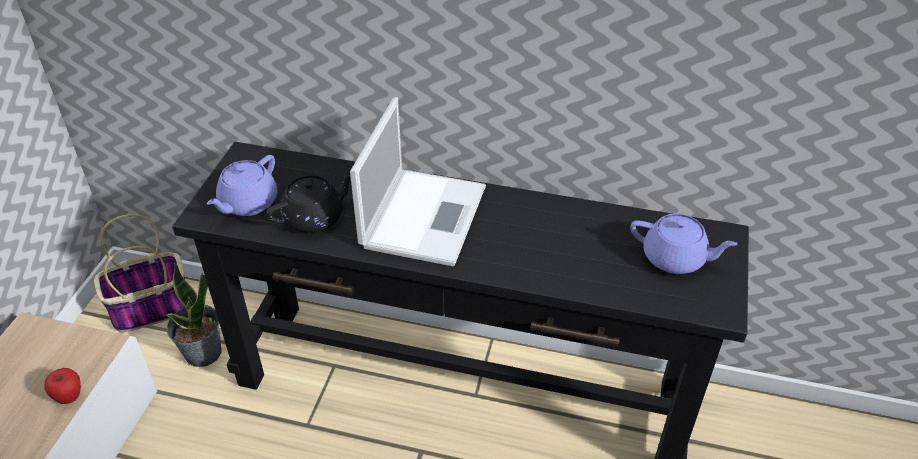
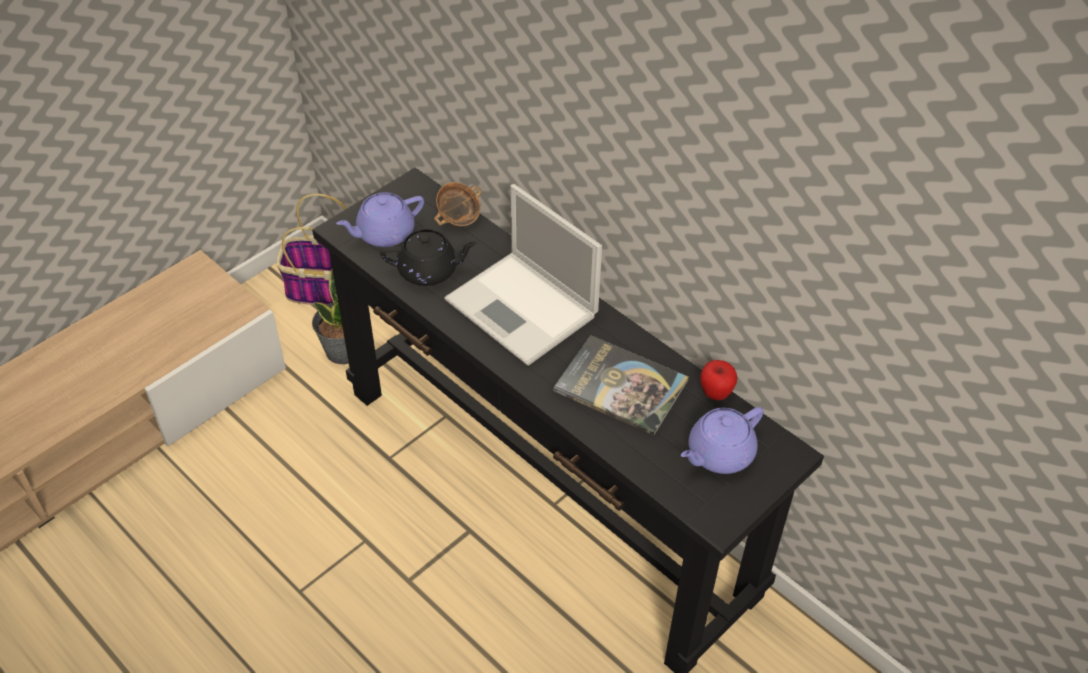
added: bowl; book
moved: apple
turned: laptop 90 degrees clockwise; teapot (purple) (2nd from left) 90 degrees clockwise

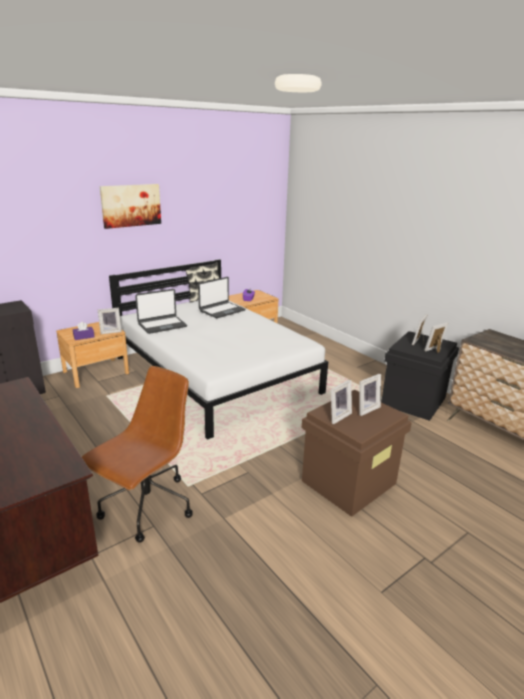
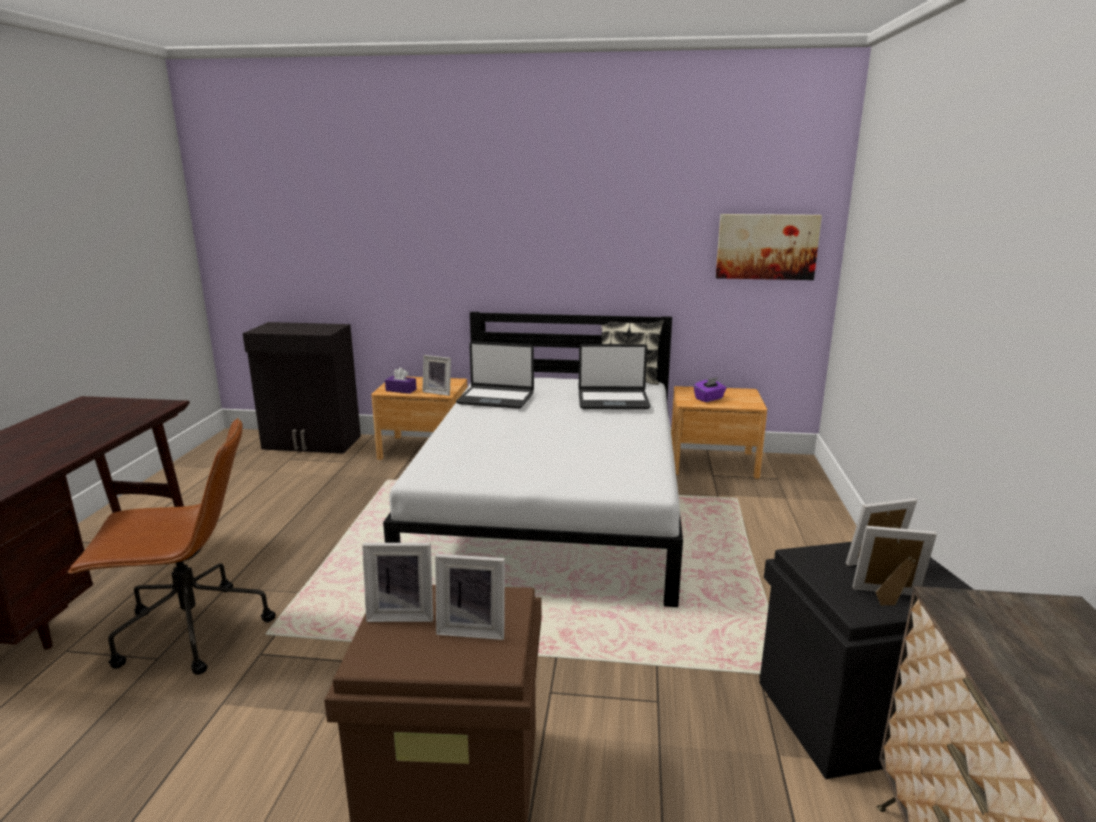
moved: picture

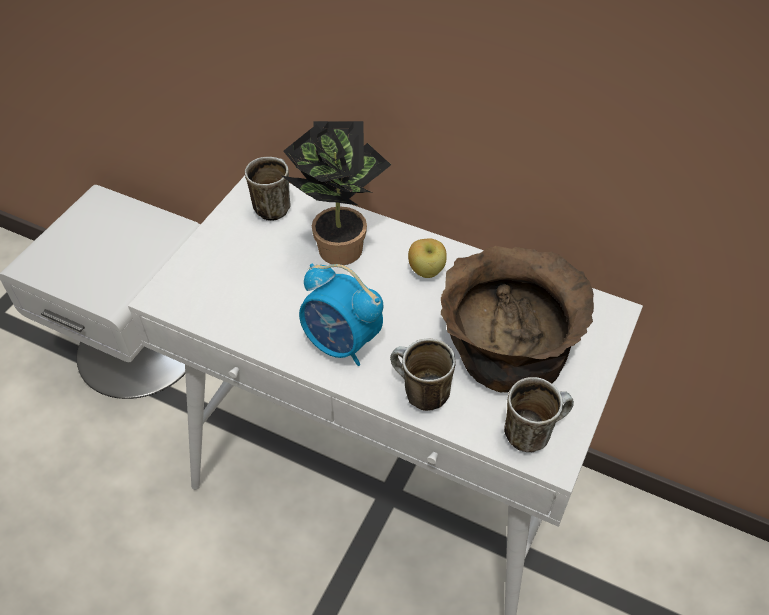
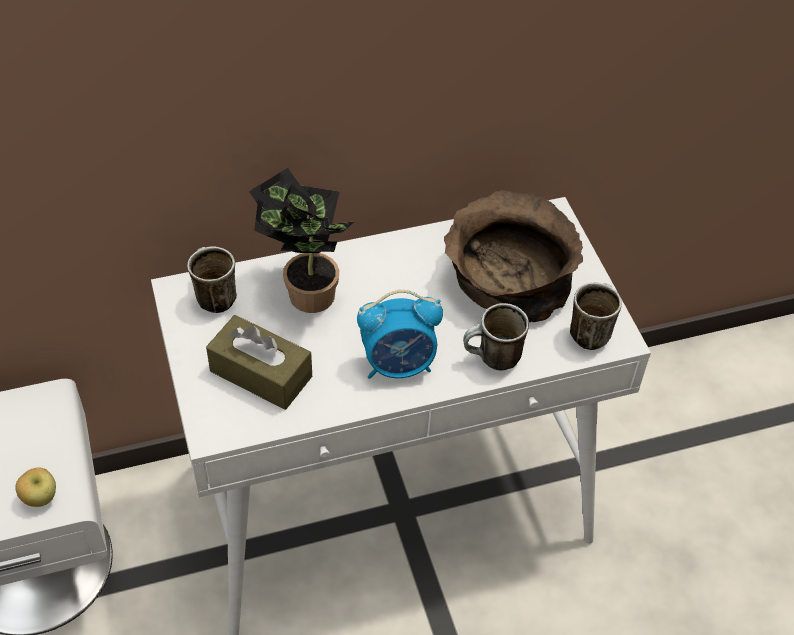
added: tissue box (brown)
moved: apple

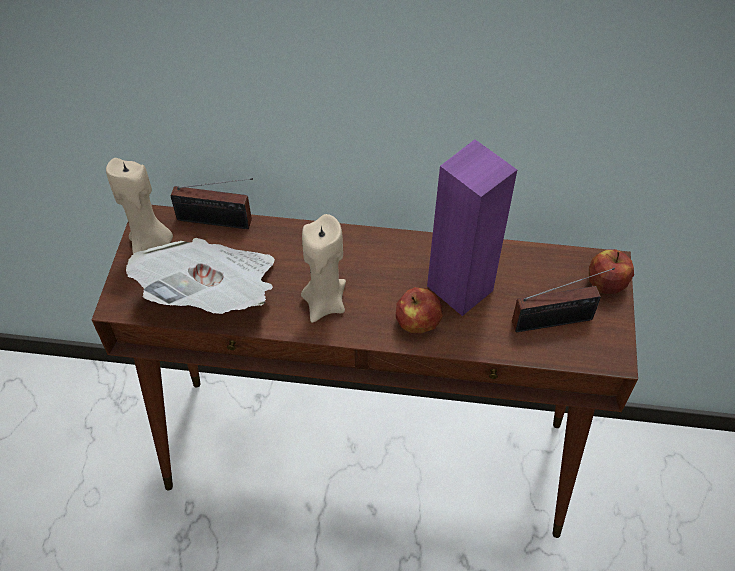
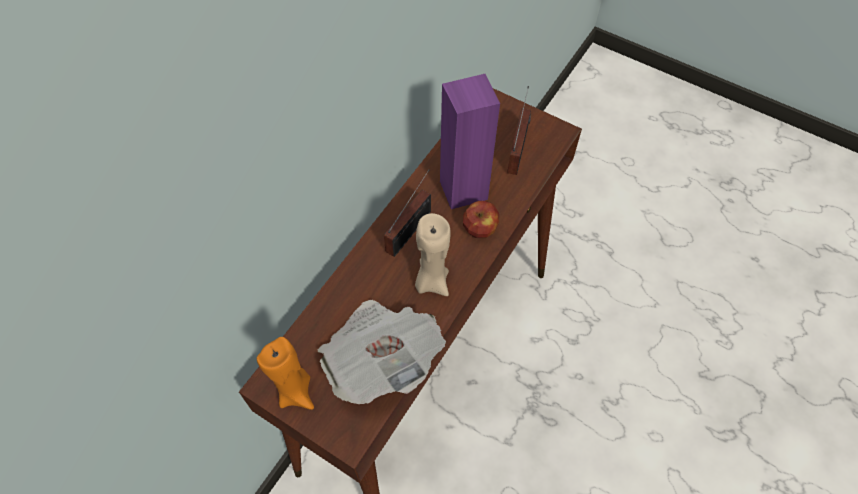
removed: apple (2nd from left)
moved: radio (1st from left)
recoloured: candle (beige) (1st from left) to candle (orange)

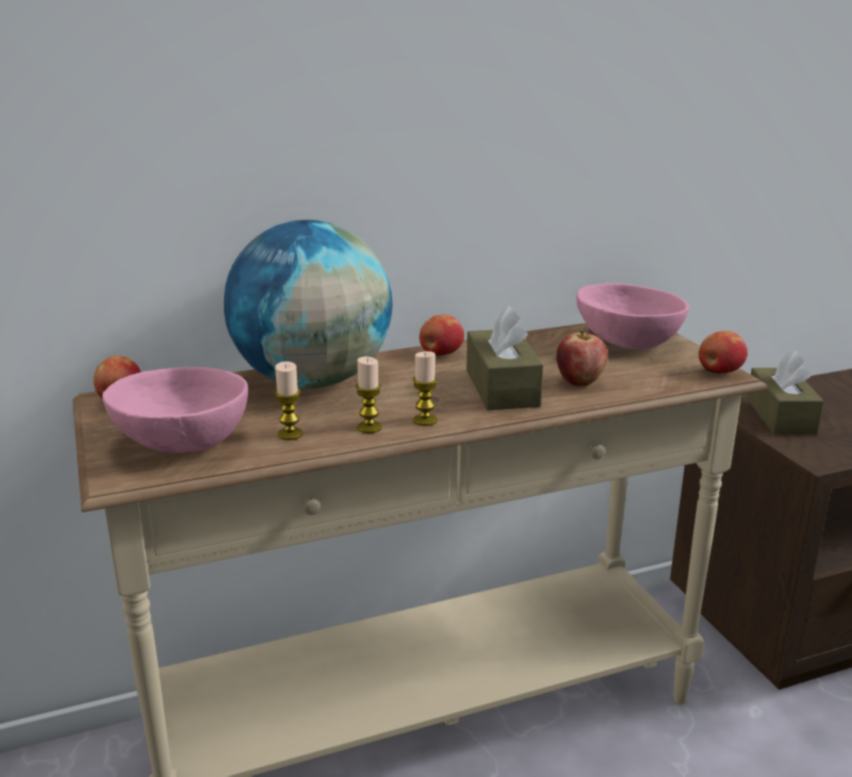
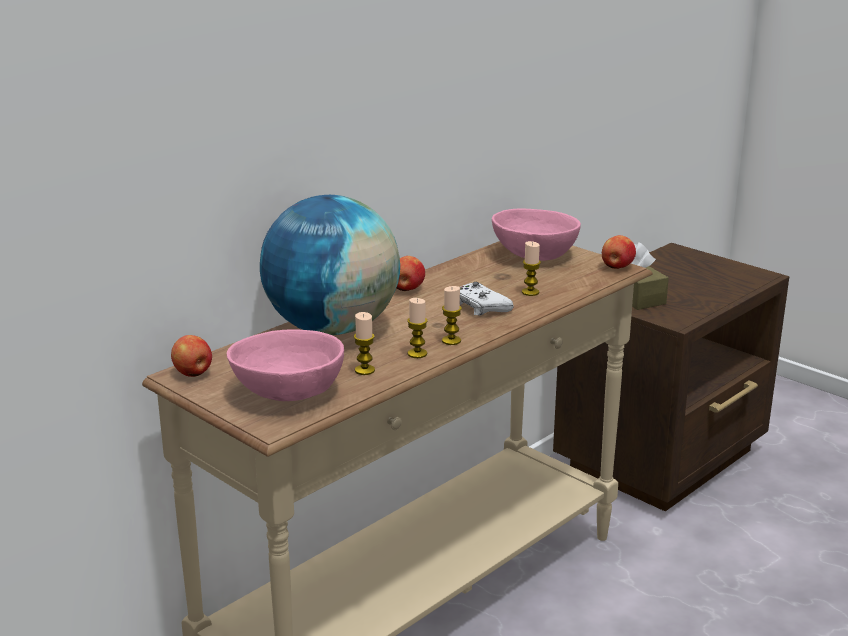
replaced: tissue box (brown) (1st from left) to game controller (white); apple (3rd from left) to candle (4th from left)

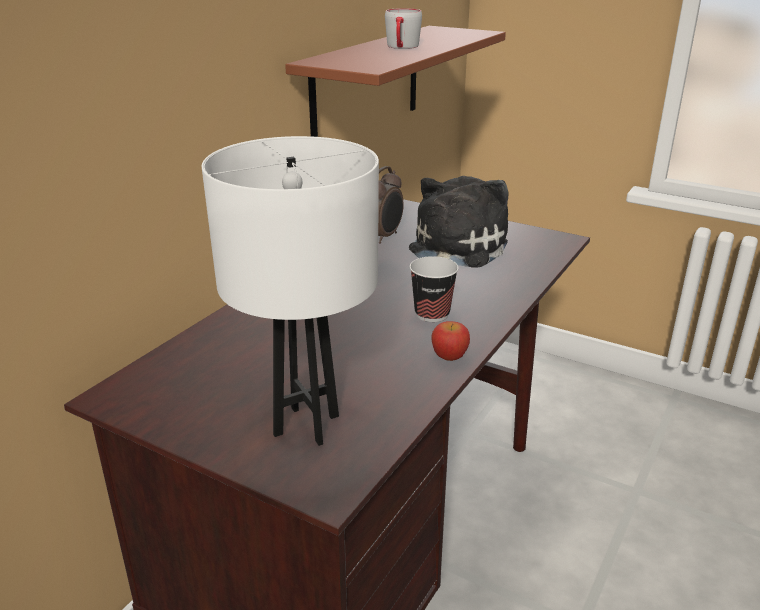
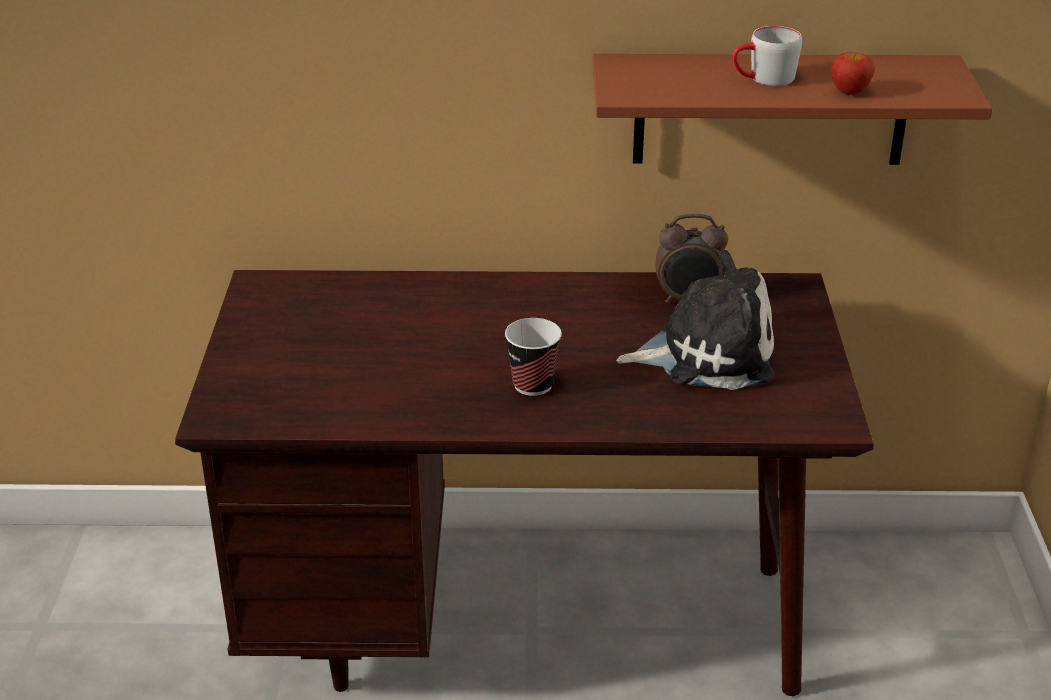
removed: table lamp (white)
moved: apple

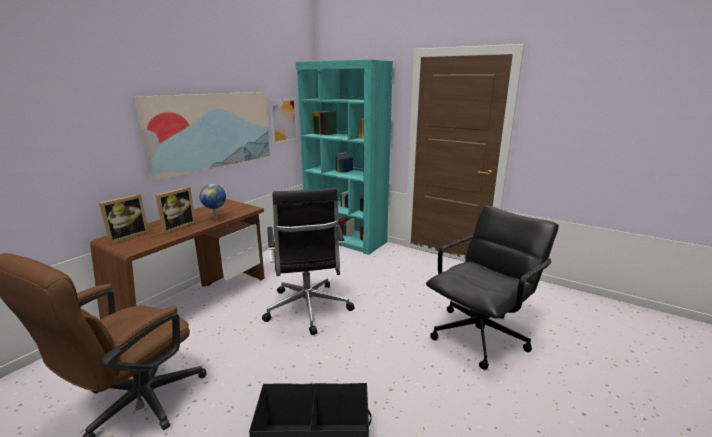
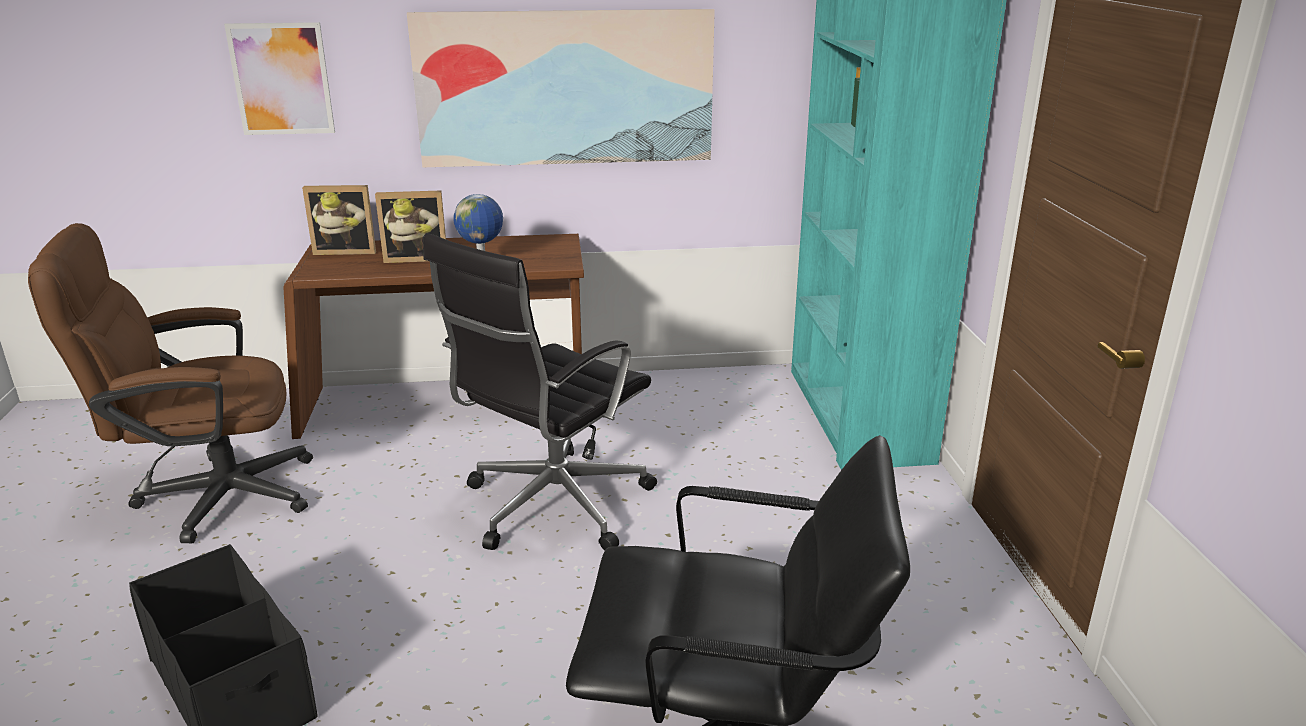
moved: picture (2nd from left in the first image) to picture (1st from left)

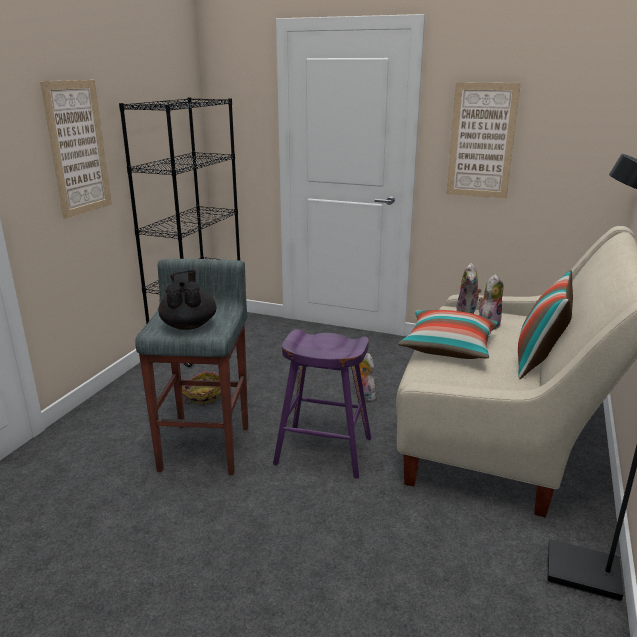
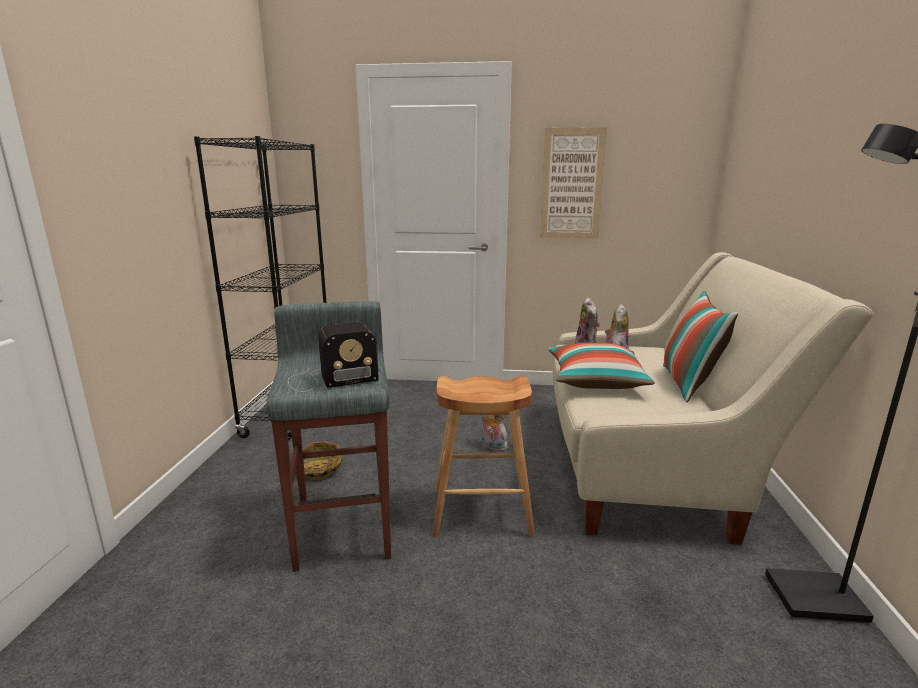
removed: picture (1st from left)
replaced: teapot (black) to radio
recoloured: stool (purple) to stool (brown)

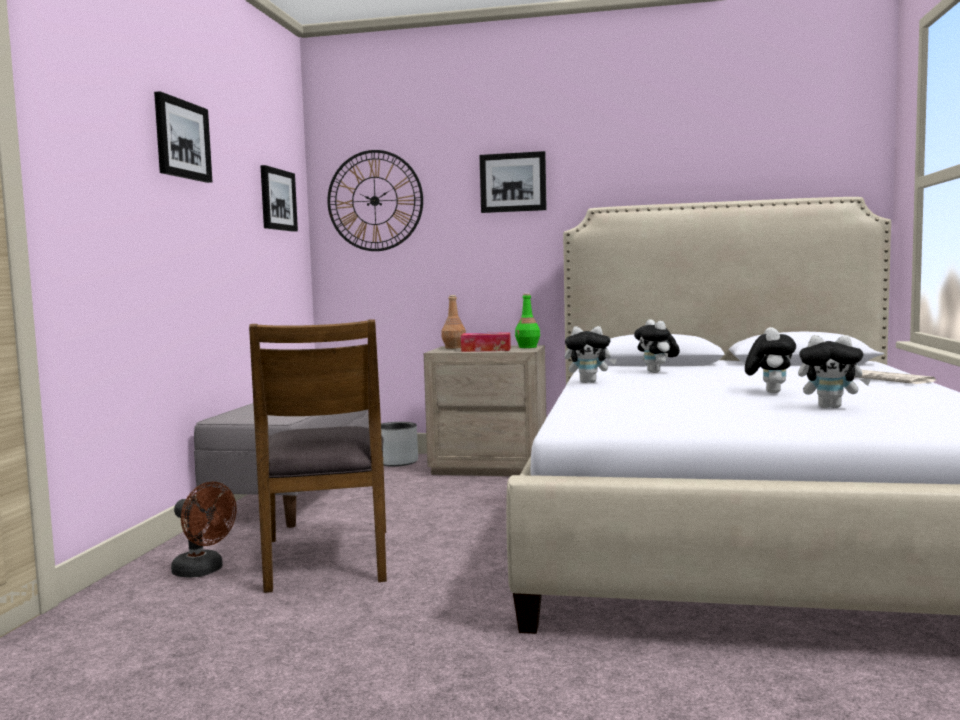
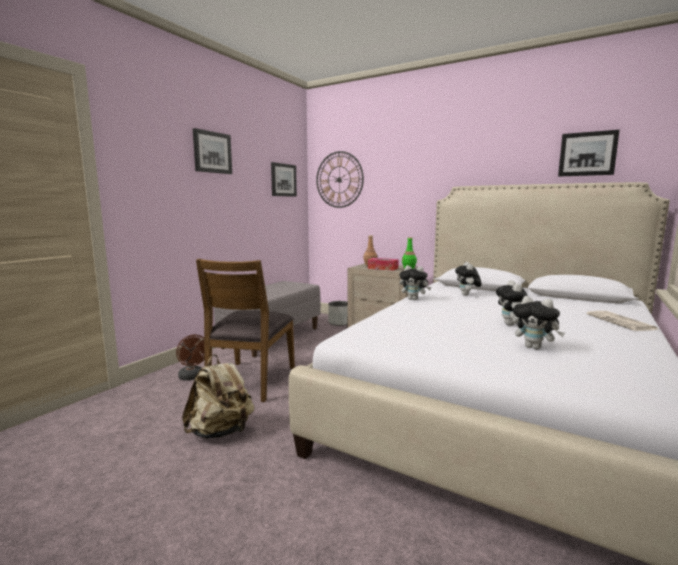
added: backpack (beige)
moved: picture (3rd from left)
turned: plush toy (3rd from left) 150 degrees clockwise

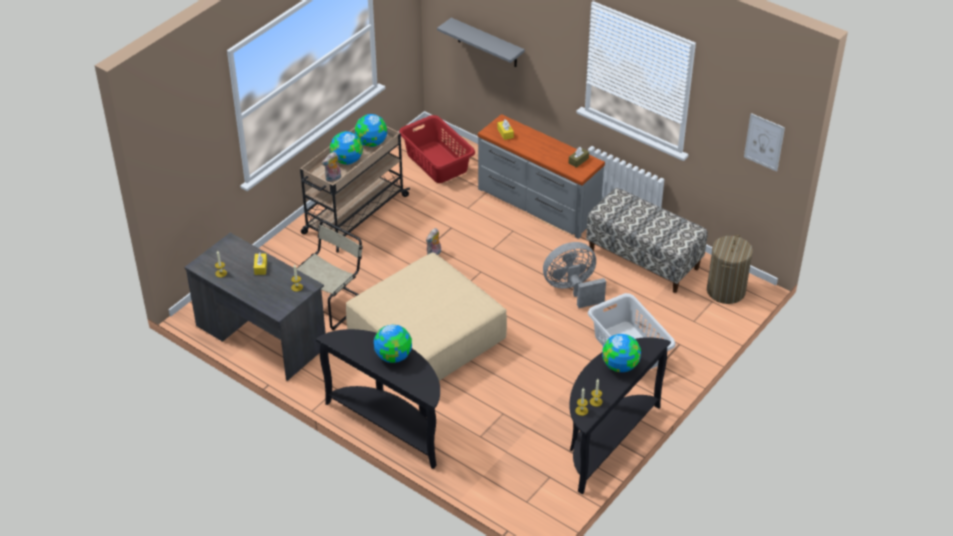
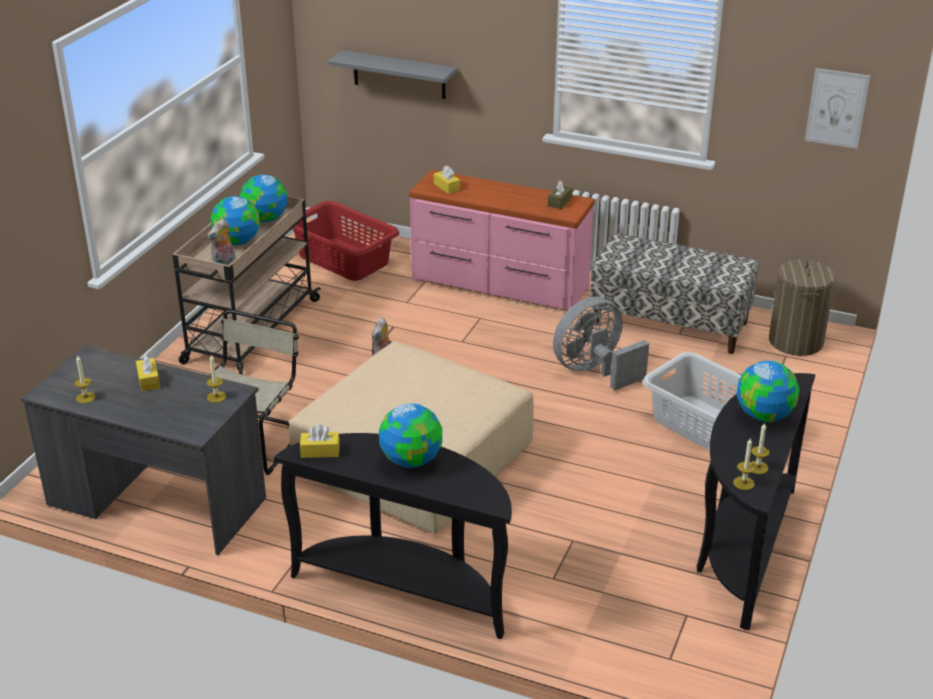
added: tissue box (yellow) (2nd from left)
recoloured: dresser (grey) to dresser (pink)

